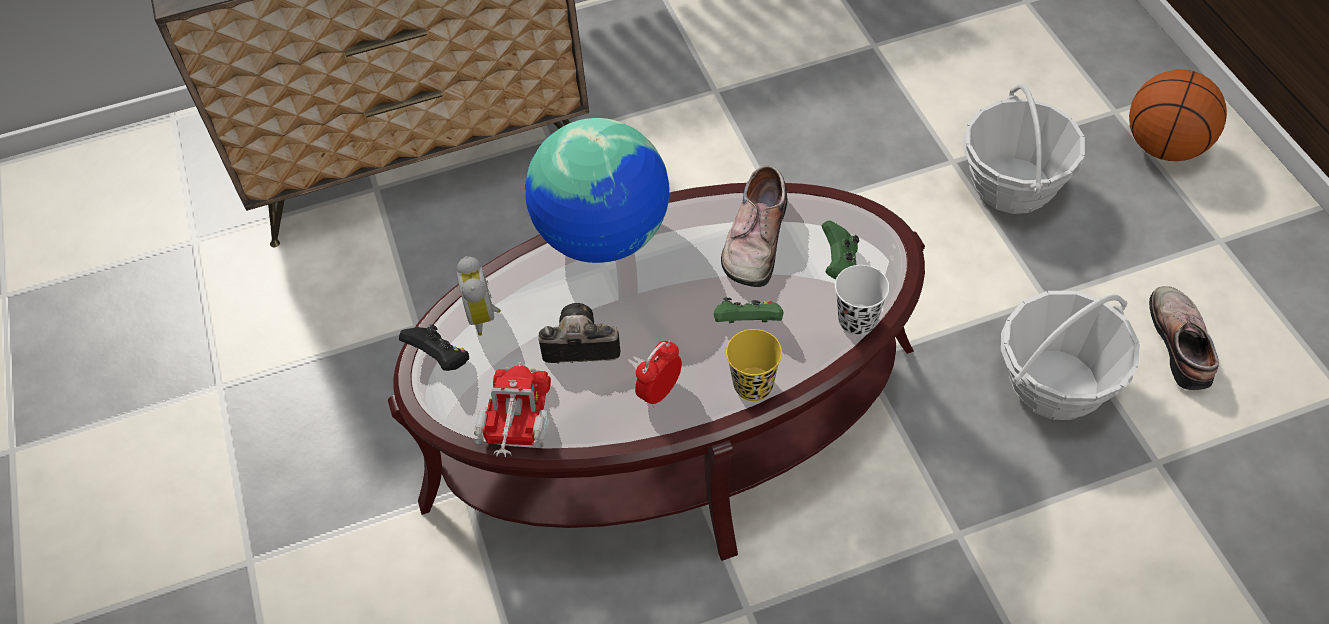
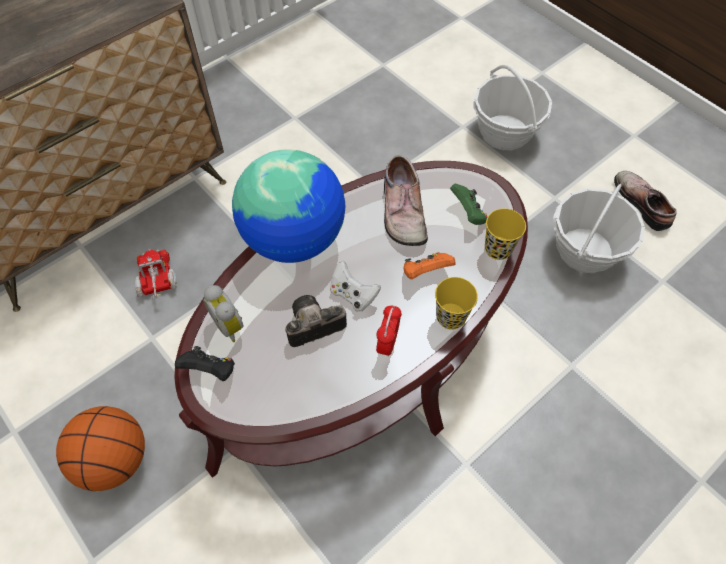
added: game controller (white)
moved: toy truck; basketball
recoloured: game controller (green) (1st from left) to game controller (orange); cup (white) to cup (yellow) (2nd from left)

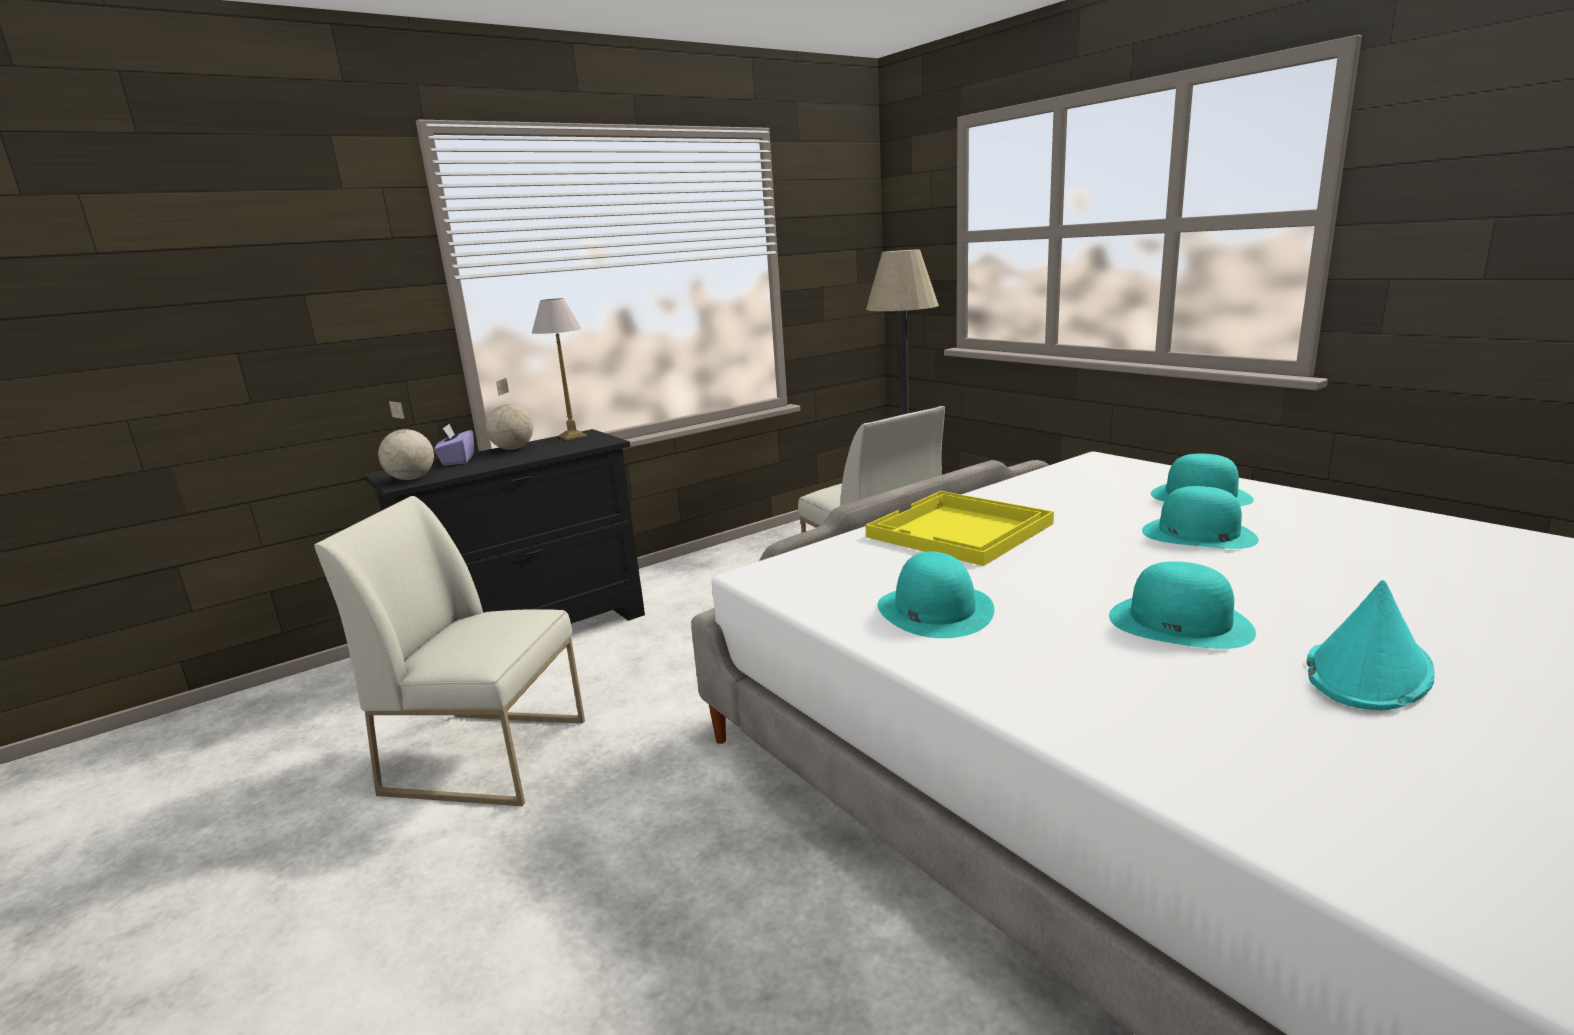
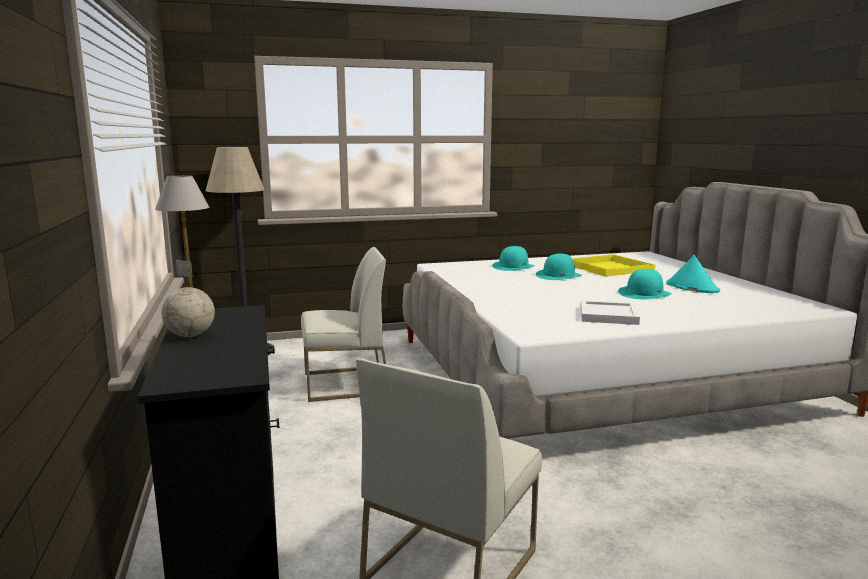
removed: globe (1st from left); tissue box (purple)
moved: tray (yellow)
replaced: hat (turquoise) (1st from left) to tray (white)

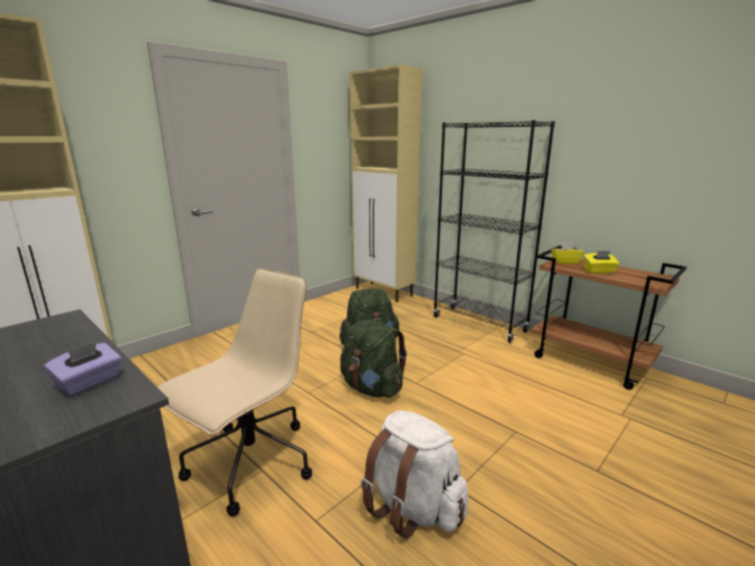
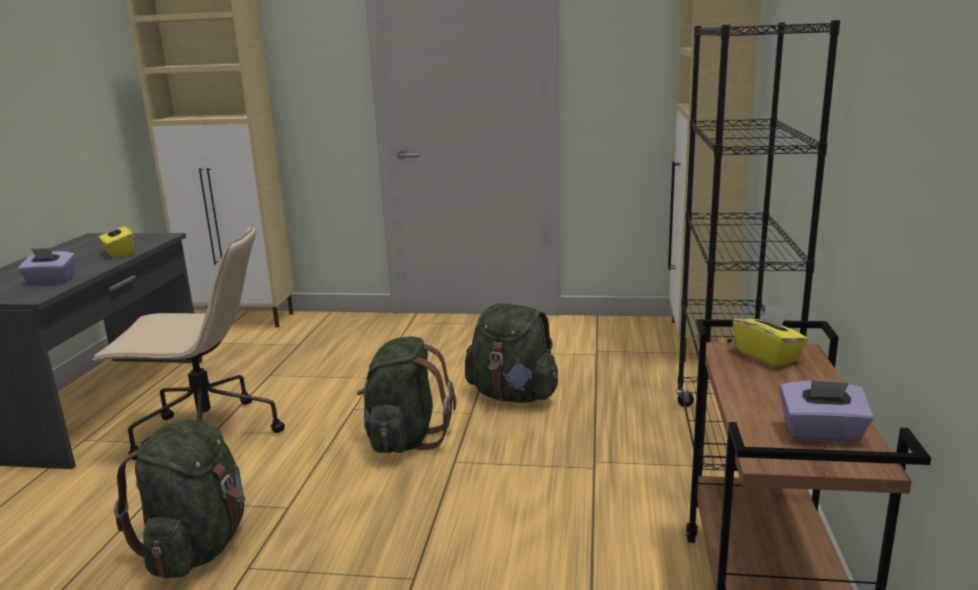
added: tissue box (purple) (2nd from left)
moved: tissue box (yellow) (2nd from left in the first image) to tissue box (yellow) (1st from left)
recoloured: backpack (white) to backpack (green) (1st from left)

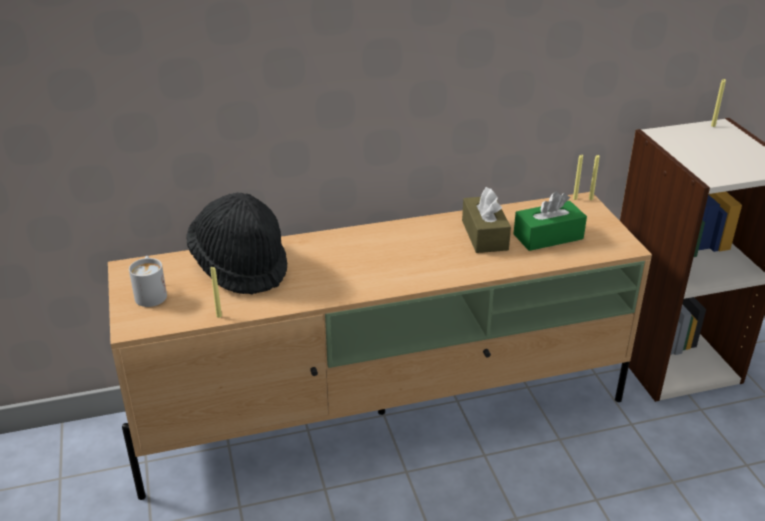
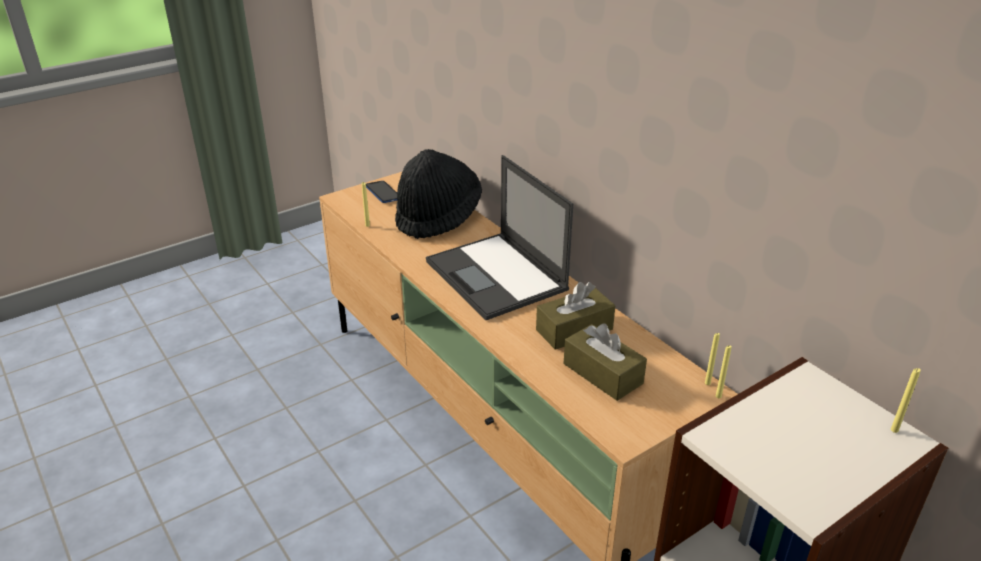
added: laptop
replaced: mug (white) to phone
recoloured: tissue box (green) to tissue box (brown) (2nd from left)

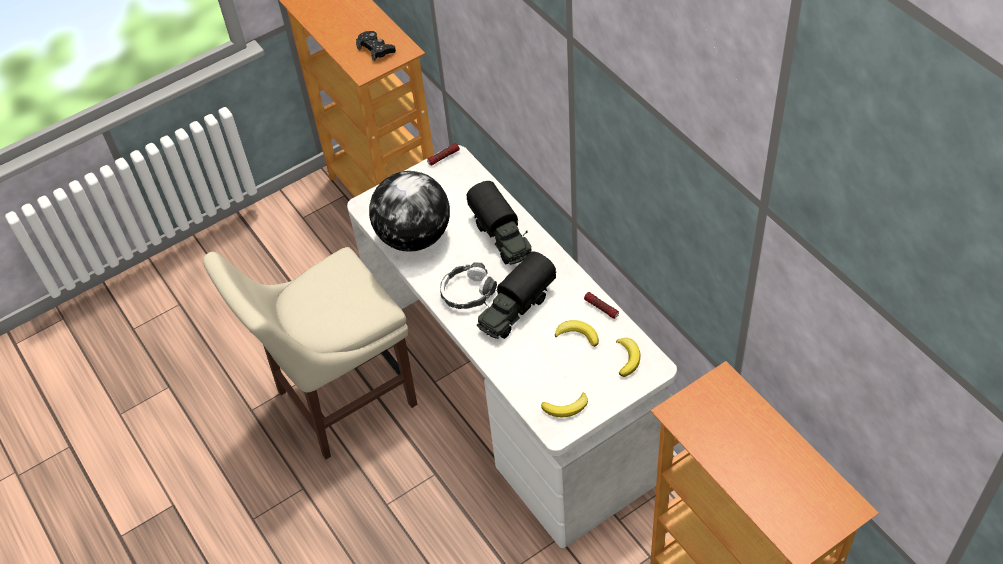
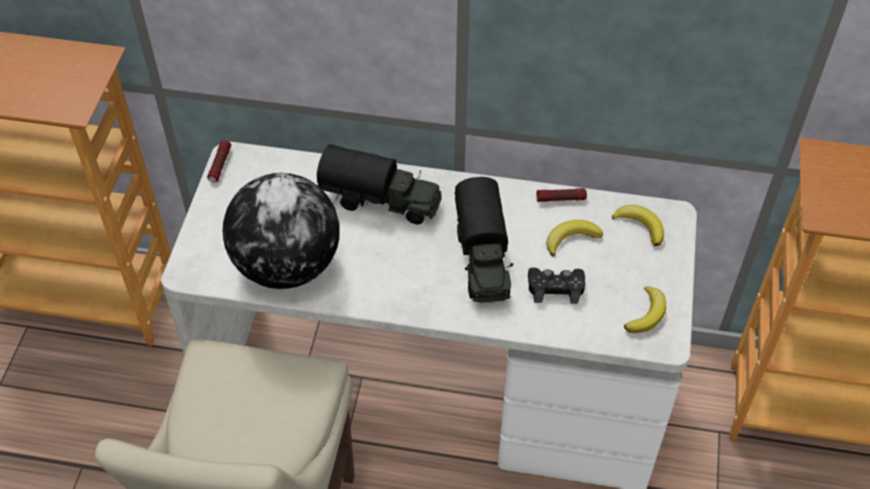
removed: headphones
moved: game controller (black)

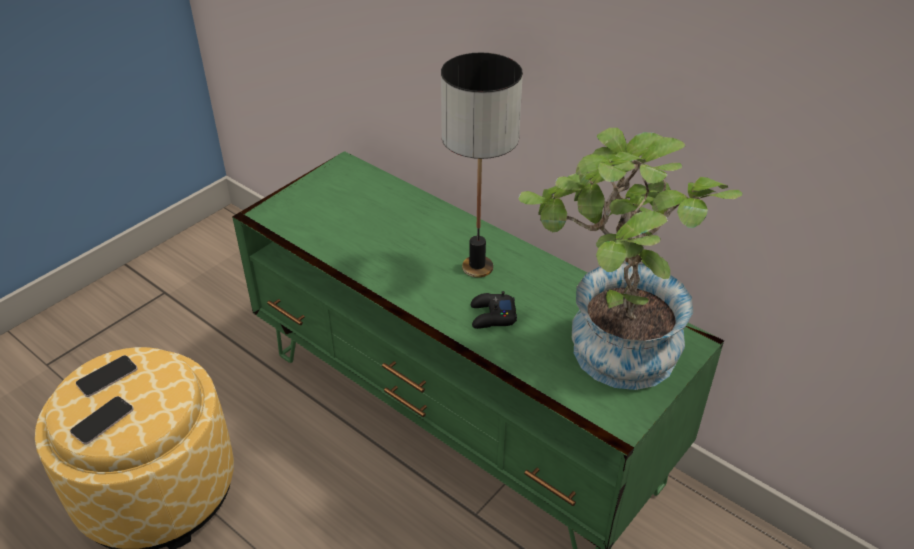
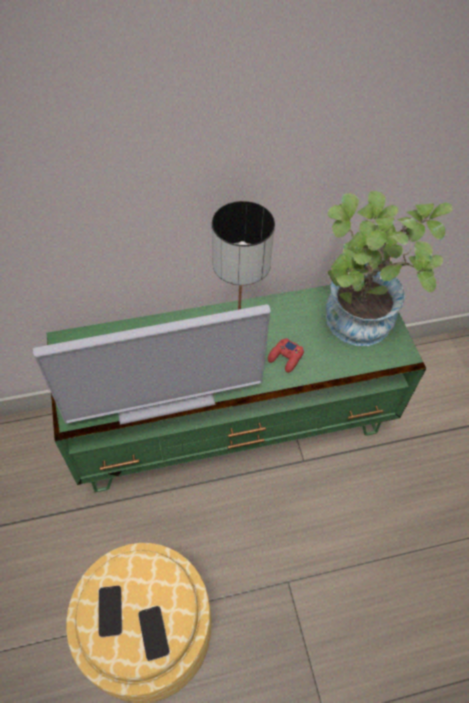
added: television
recoloured: game controller (black) to game controller (red)

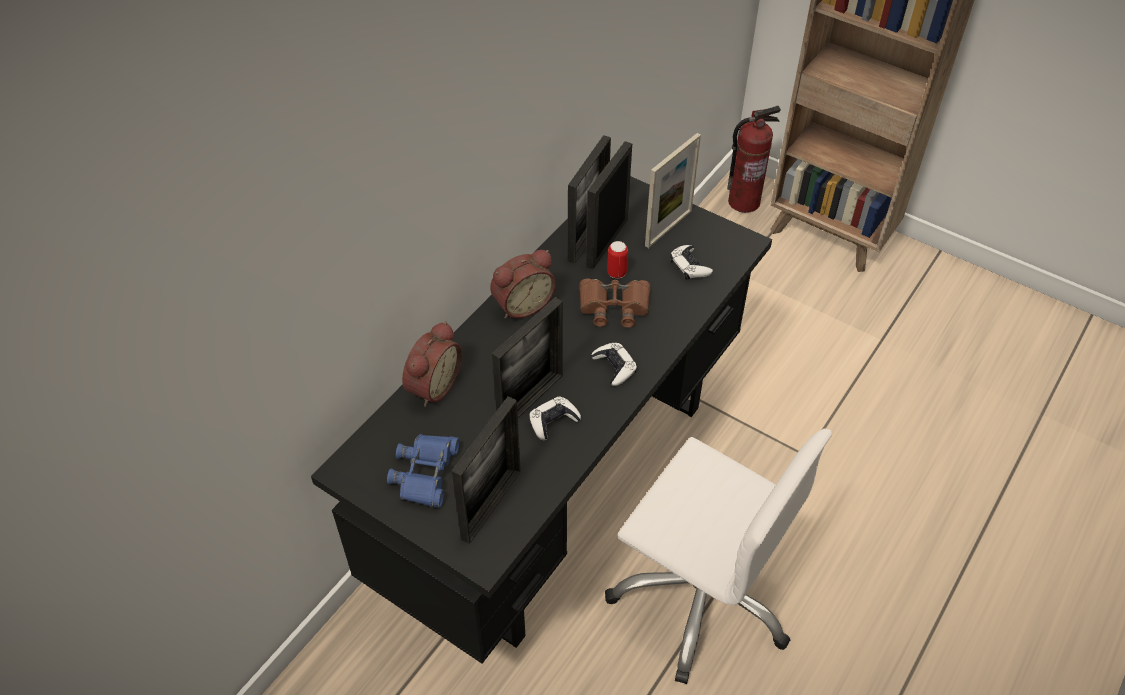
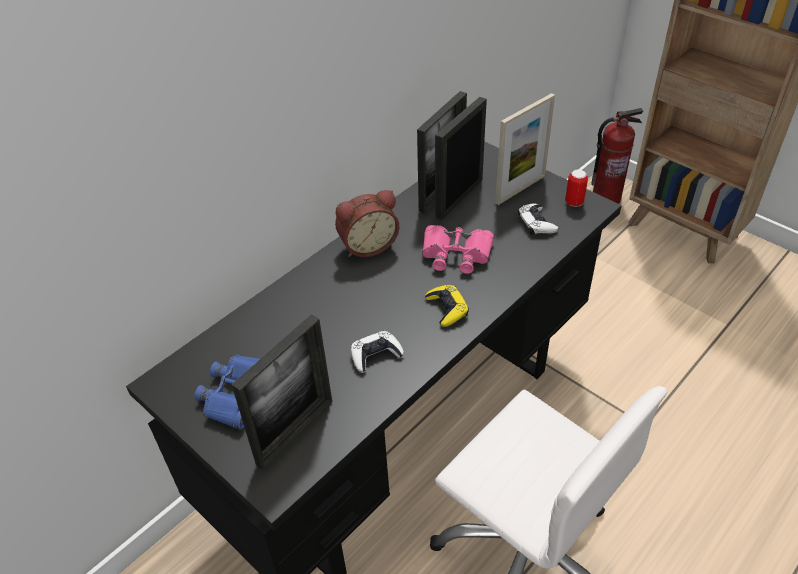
removed: alarm clock (1st from left); picture frame (2nd from left)
moved: can
recoloured: binoculars (brown) to binoculars (pink); game controller (white) (2nd from left) to game controller (yellow)

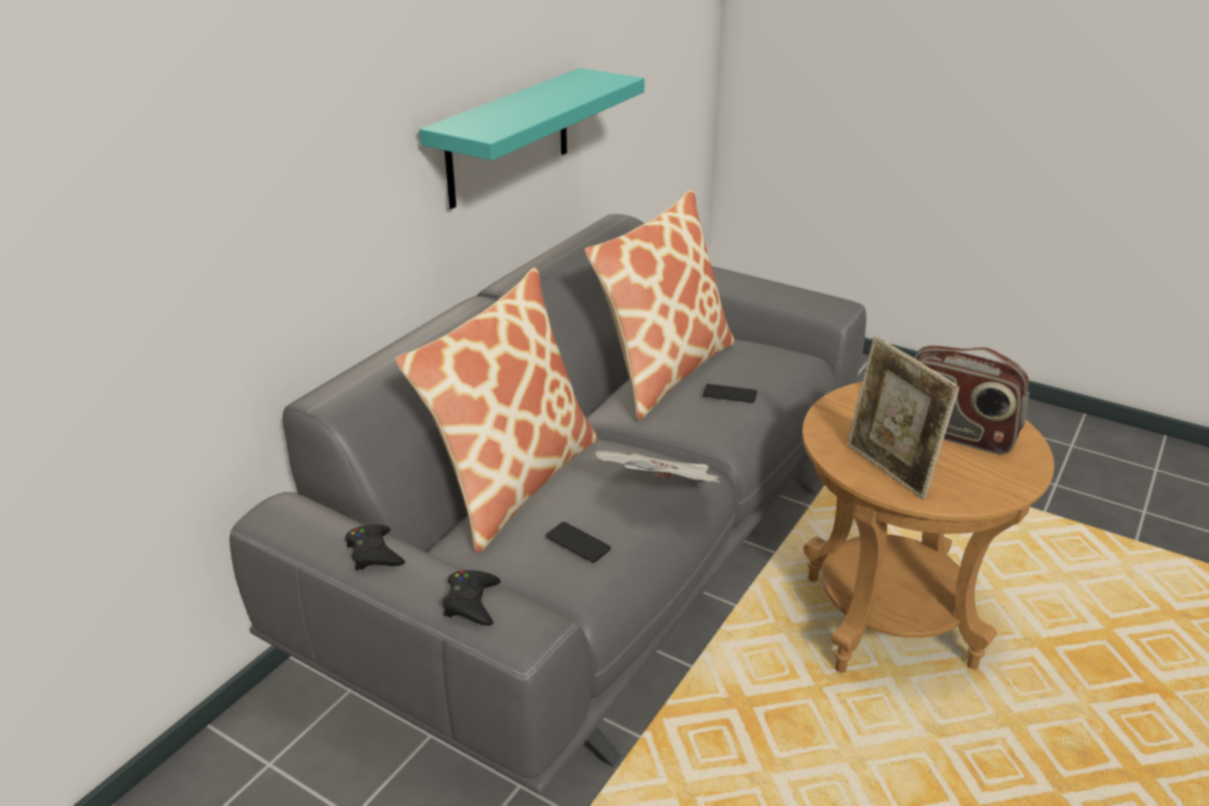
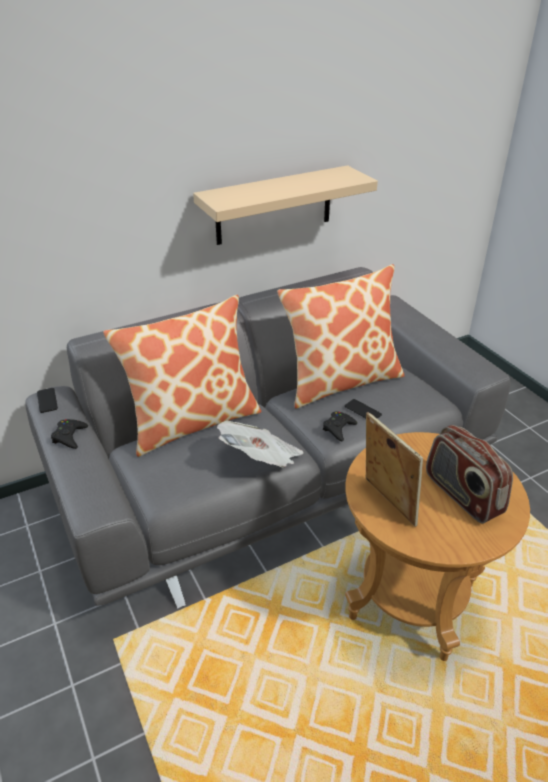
moved: game controller (black) (2nd from left); phone (1st from left)
recoloured: shelf (turquoise) to shelf (beige)
turned: picture frame 150 degrees clockwise

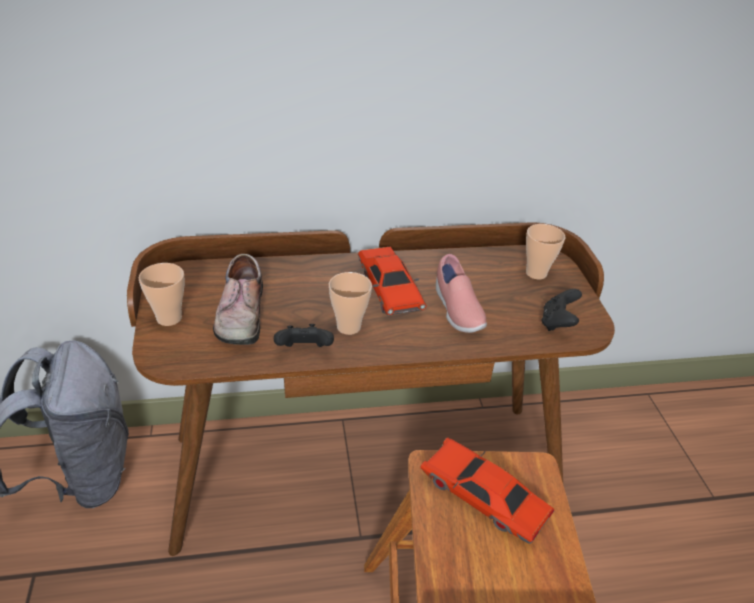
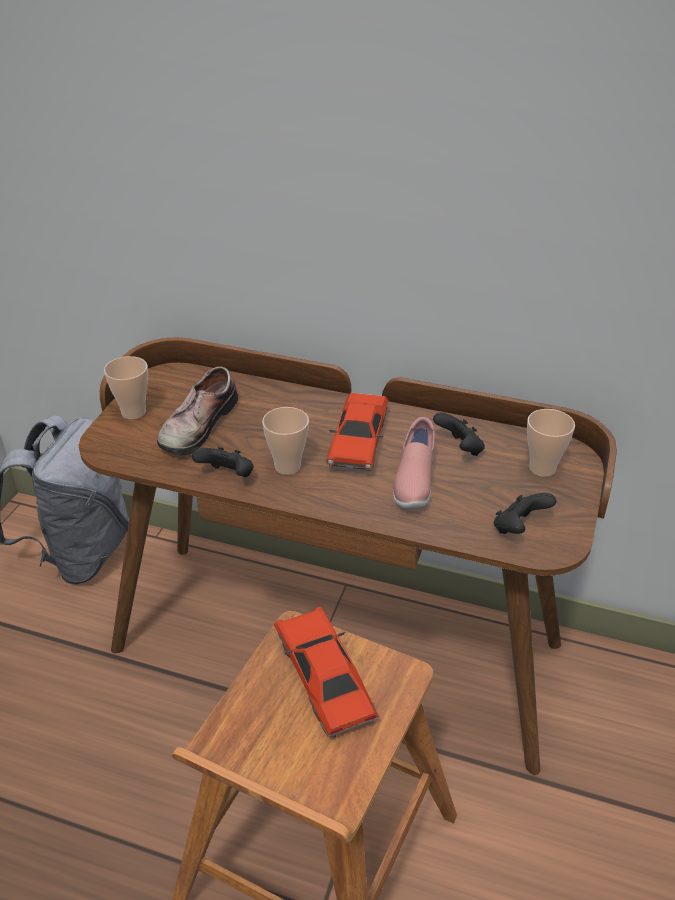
added: game controller (black) (2nd from left)

